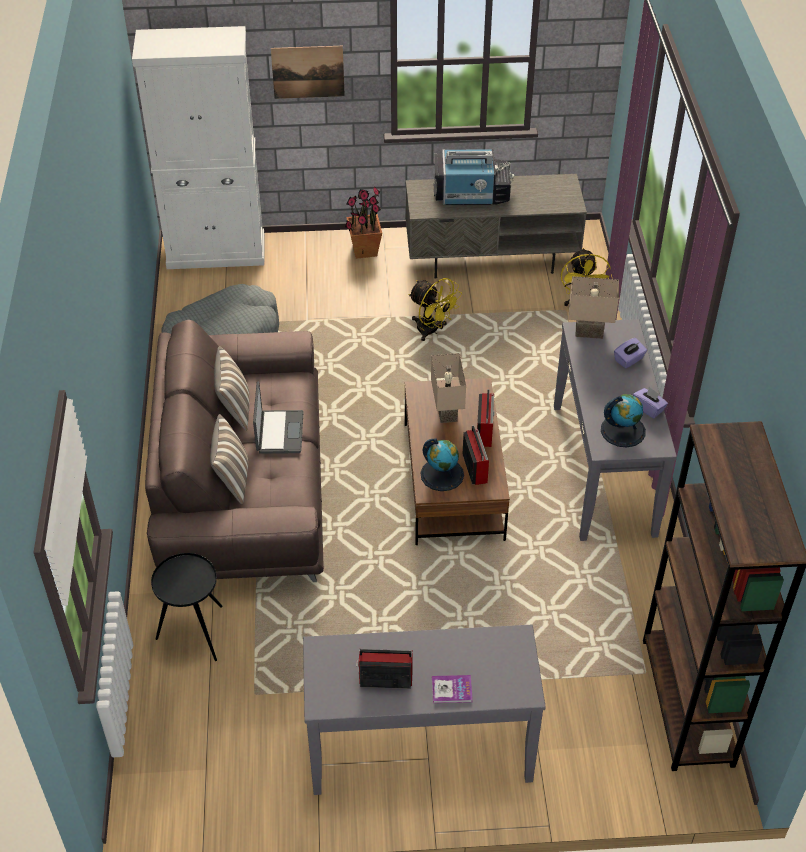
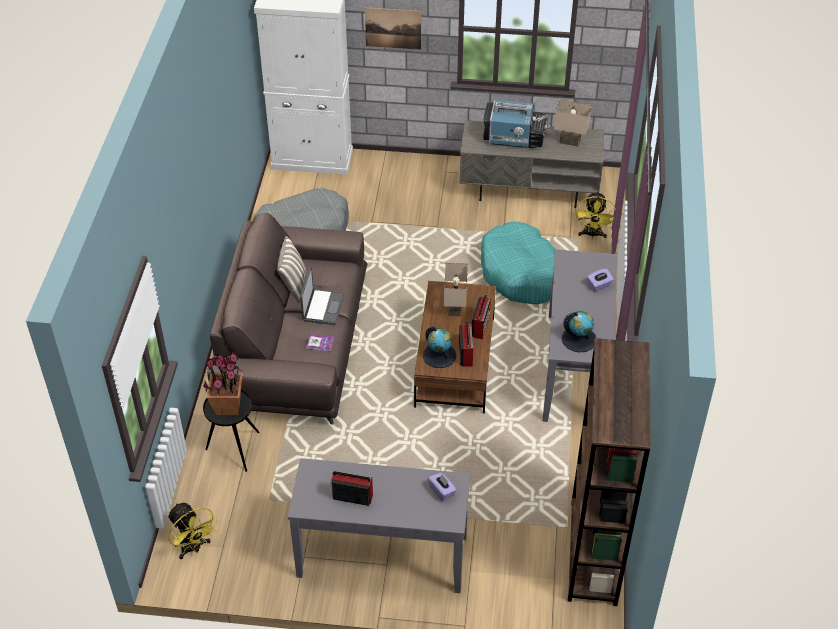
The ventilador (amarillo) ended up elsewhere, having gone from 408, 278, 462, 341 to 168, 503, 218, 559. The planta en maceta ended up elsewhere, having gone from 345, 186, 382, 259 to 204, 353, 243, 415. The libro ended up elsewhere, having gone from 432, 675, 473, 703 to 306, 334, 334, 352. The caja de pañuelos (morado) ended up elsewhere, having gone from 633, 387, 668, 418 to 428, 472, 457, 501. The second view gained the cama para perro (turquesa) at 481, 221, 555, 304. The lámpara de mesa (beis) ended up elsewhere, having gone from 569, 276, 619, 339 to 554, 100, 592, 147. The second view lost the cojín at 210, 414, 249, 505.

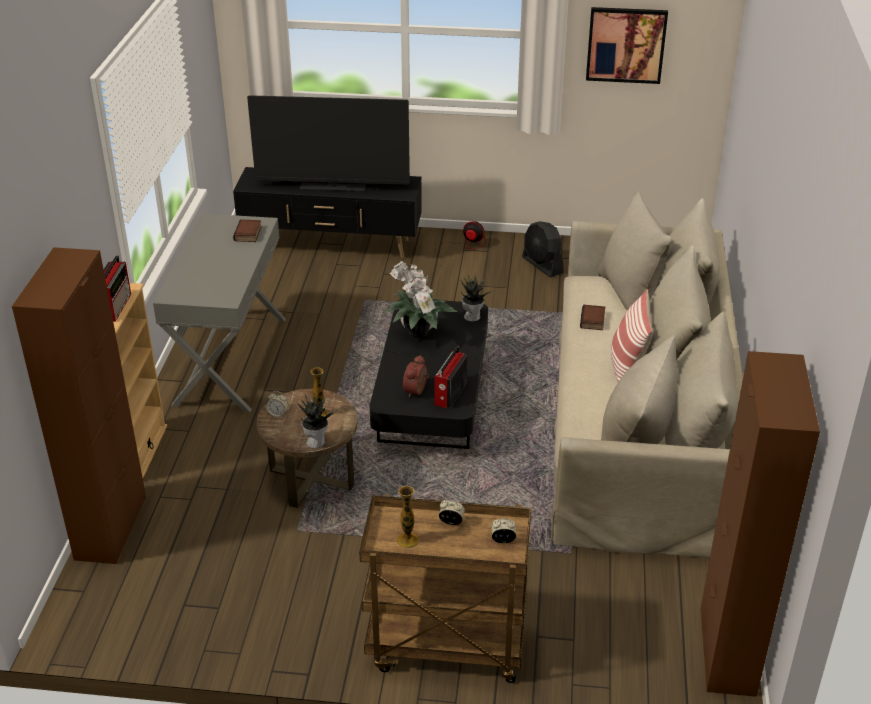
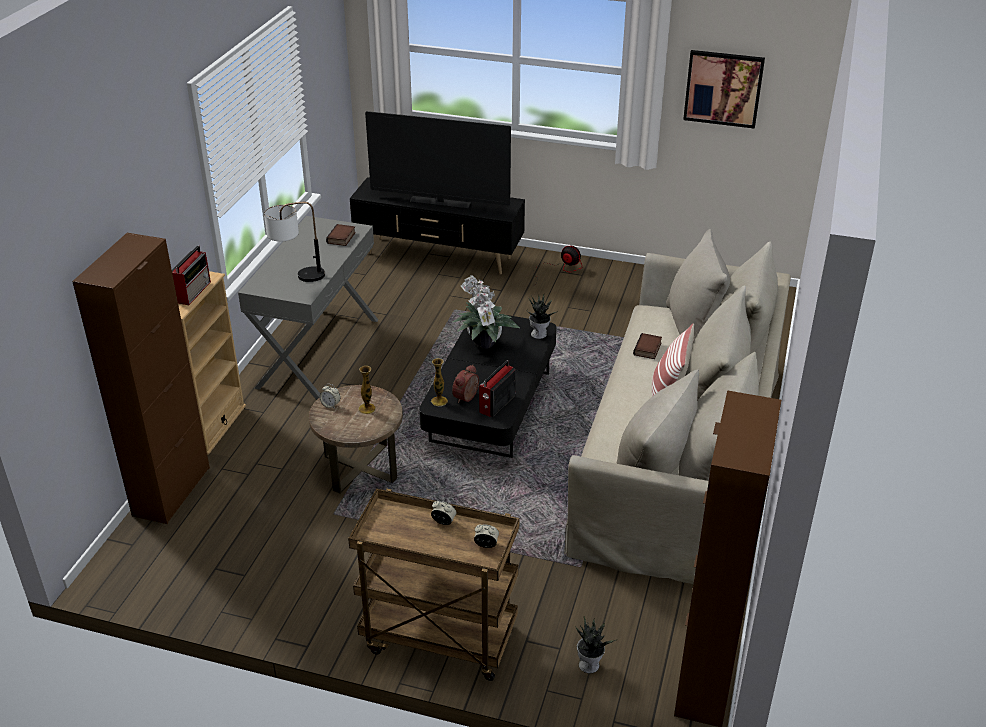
The second view gained the lámpara de mesa at 264, 202, 325, 282. The florero ended up elsewhere, having gone from 397, 486, 419, 549 to 431, 358, 448, 406. The planta en maceta ended up elsewhere, having gone from 298, 393, 336, 448 to 576, 617, 616, 673. The second view lost the ventilador (negro) at 522, 221, 564, 278.

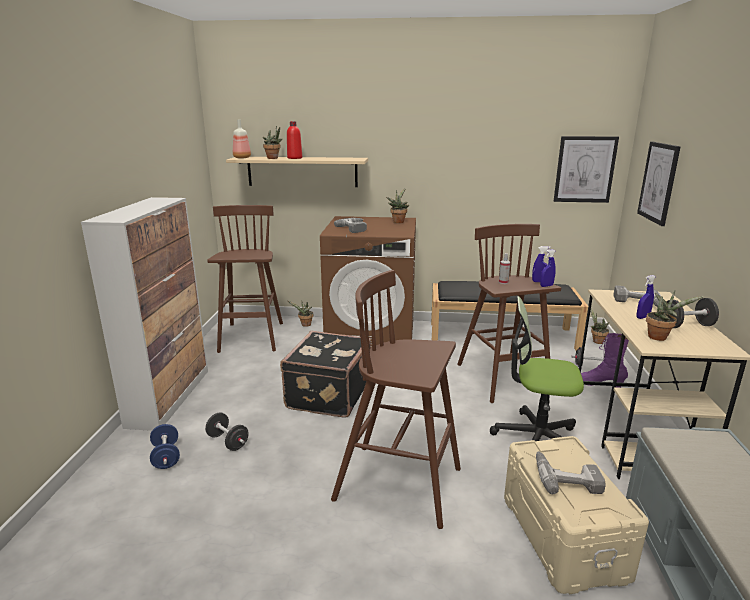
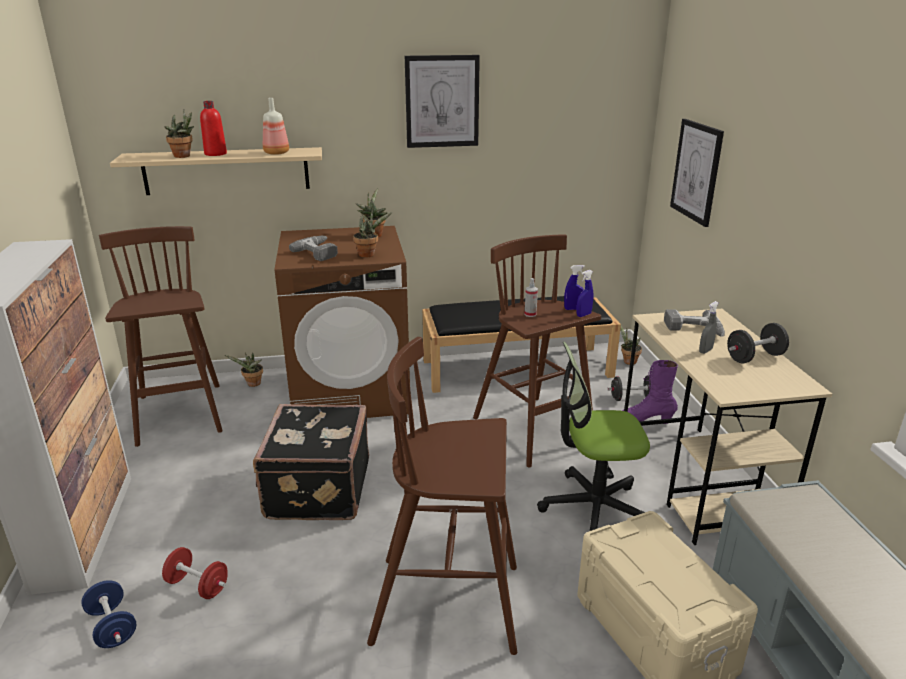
What was the mancuerna (negro) at 205, 412, 249, 451 turned into the mancuerna (rojo) at 162, 547, 228, 599. The botella ended up elsewhere, having gone from 233, 119, 251, 158 to 263, 98, 289, 155. The planta en maceta ended up elsewhere, having gone from 646, 291, 704, 341 to 353, 209, 392, 257. The cuadro ended up elsewhere, having gone from 554, 136, 619, 203 to 405, 55, 480, 148. What was the pulverizador (azul) at 636, 275, 655, 319 turned into the pulverizador (gris) at 699, 301, 718, 354. The second view lost the taladro at 536, 451, 606, 494.

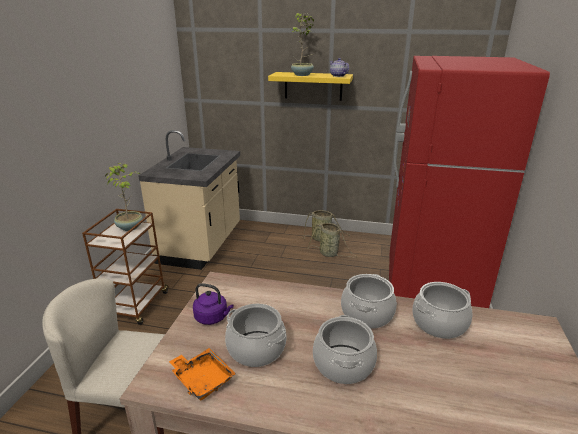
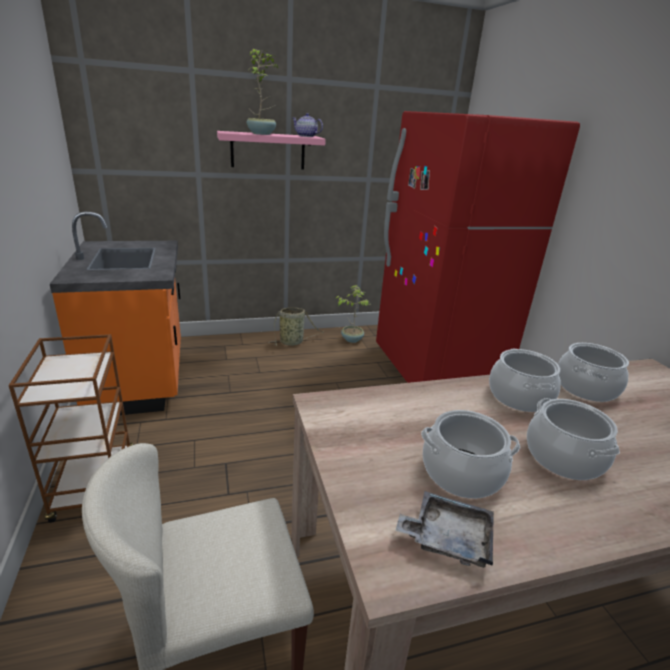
What was the mueble bajo de cocina (beis) at 138, 130, 240, 270 turned into the mueble bajo de cocina (naranja) at 50, 212, 181, 415. What was the estante (amarillo) at 268, 72, 353, 101 turned into the estante (rosa) at 217, 131, 326, 170. The planta en maceta ended up elsewhere, having gone from 105, 163, 143, 231 to 335, 285, 370, 343. What was the bandeja (naranja) at 169, 348, 236, 401 turned into the bandeja (gris) at 396, 491, 494, 568. The second view lost the hervidor (morado) at 193, 283, 233, 325. The second view lost the cesta at 308, 223, 358, 258.

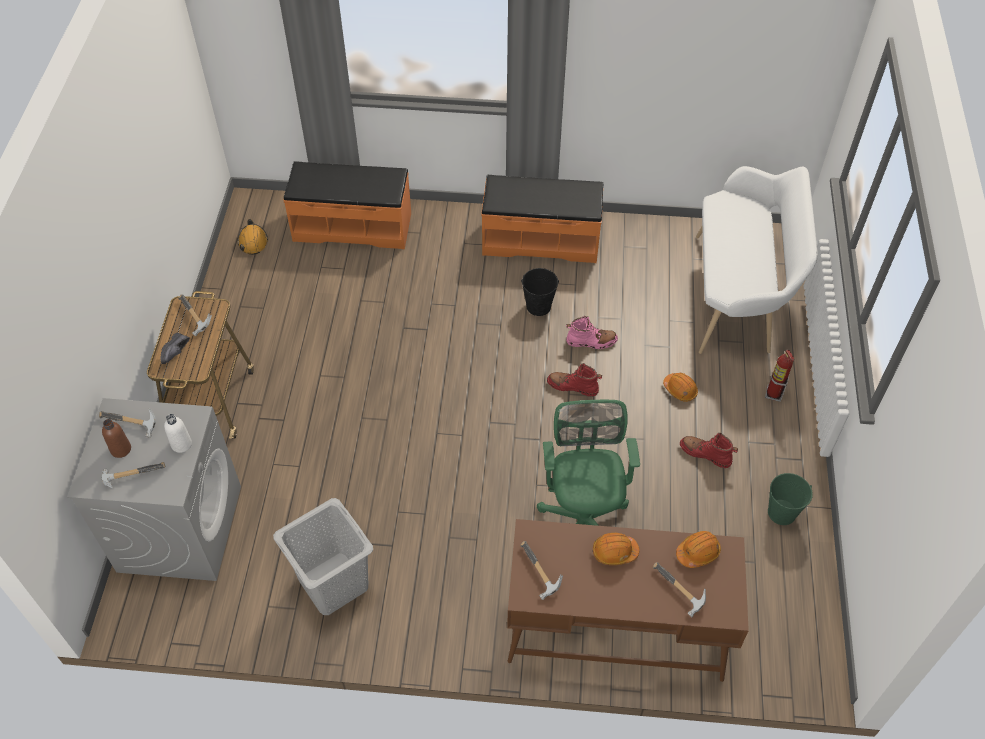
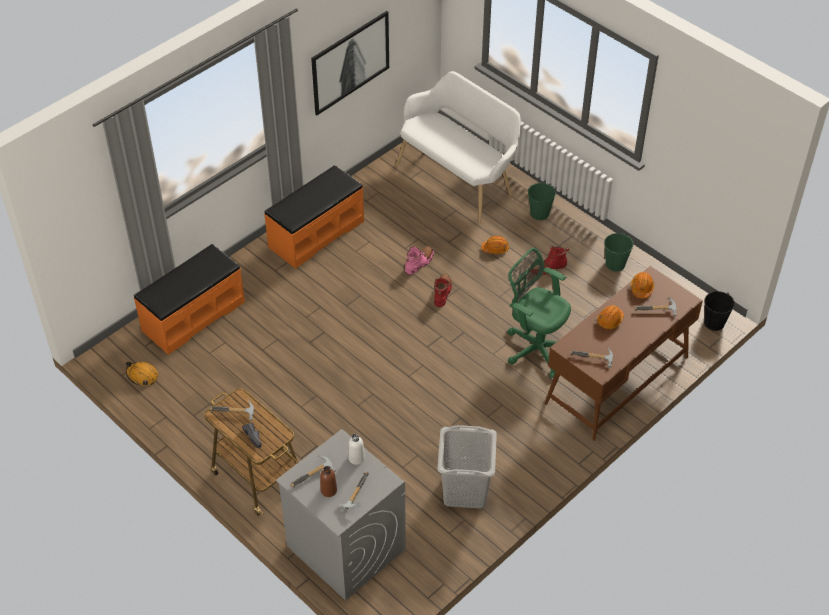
The second view gained the cuadro at 311, 11, 389, 115. The bota (rojo) at 547, 363, 602, 396 ended up facing another way, 135 degrees clockwise from before. Where the extintor stood at 765, 350, 795, 402, the cubo (verde) came to stand at 528, 182, 556, 220. The cubo (negro) ended up elsewhere, having gone from 521, 268, 559, 316 to 704, 291, 735, 331.

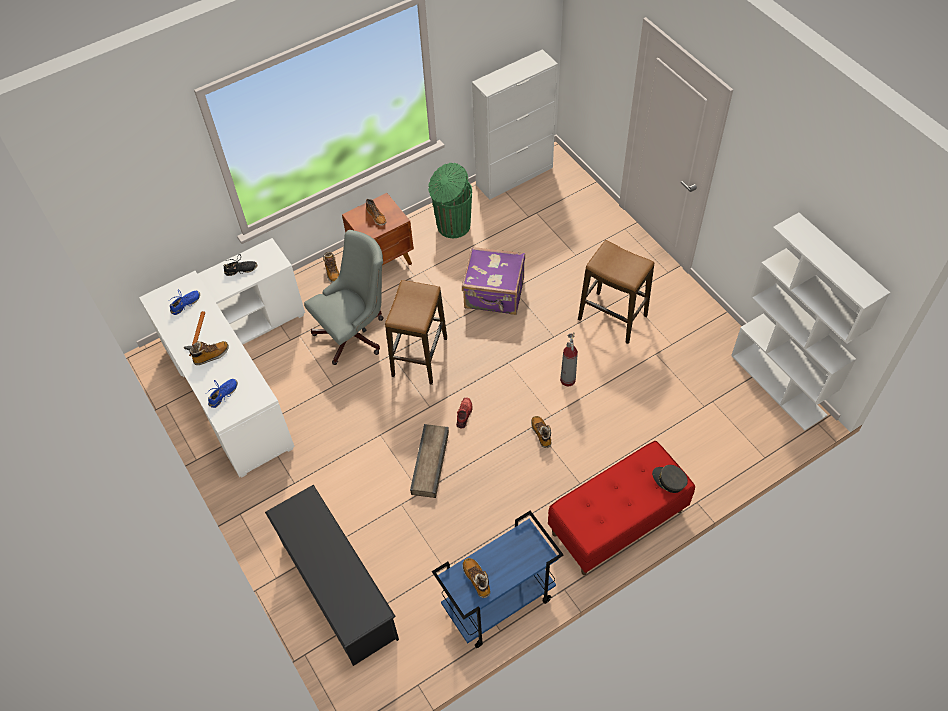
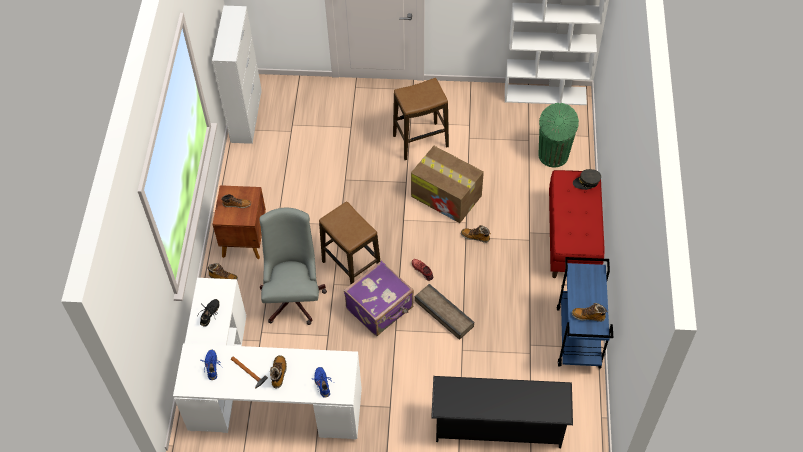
The maleta (morado) ended up elsewhere, having gone from 462, 247, 525, 315 to 344, 261, 414, 336. Where the extintor stood at 560, 332, 578, 387, the caja de cartón came to stand at 411, 146, 484, 223. The papelera (verde) ended up elsewhere, having gone from 428, 163, 472, 238 to 539, 103, 579, 168.

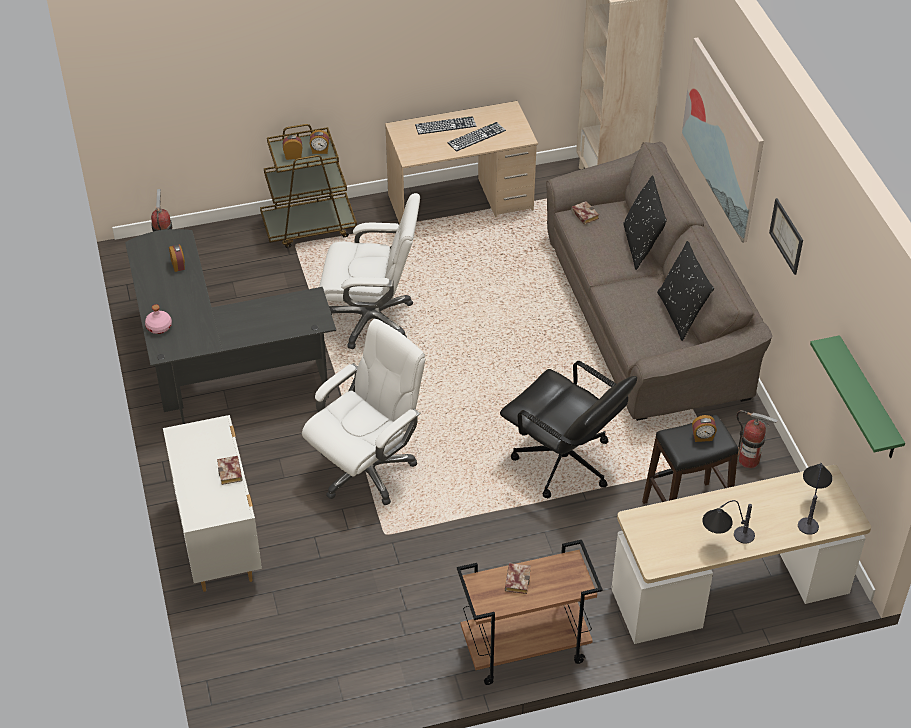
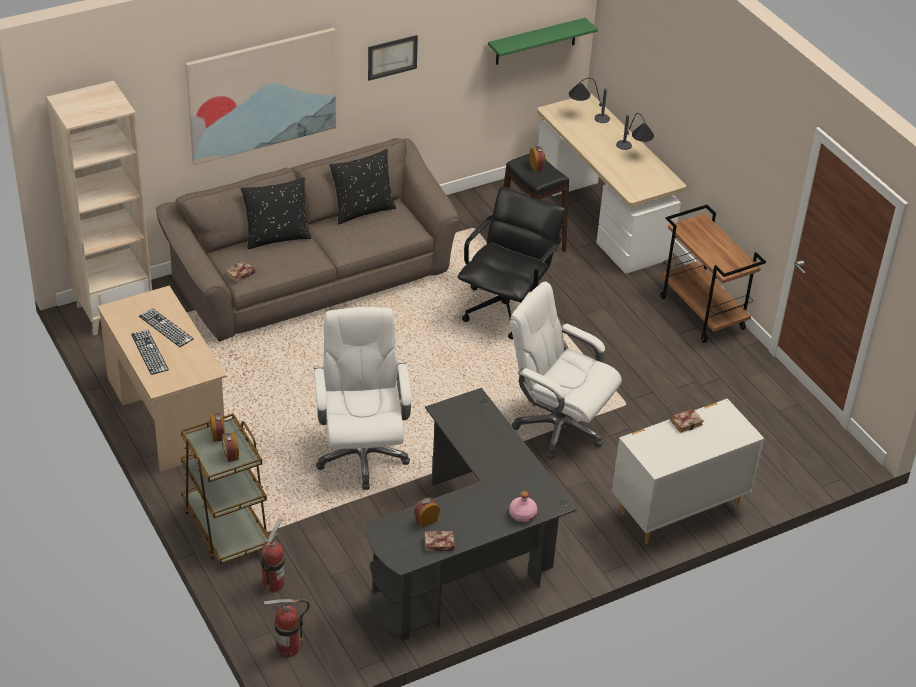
The extintor ended up elsewhere, having gone from 737, 410, 778, 468 to 260, 519, 285, 594. The libro ended up elsewhere, having gone from 505, 563, 531, 594 to 425, 530, 455, 552.

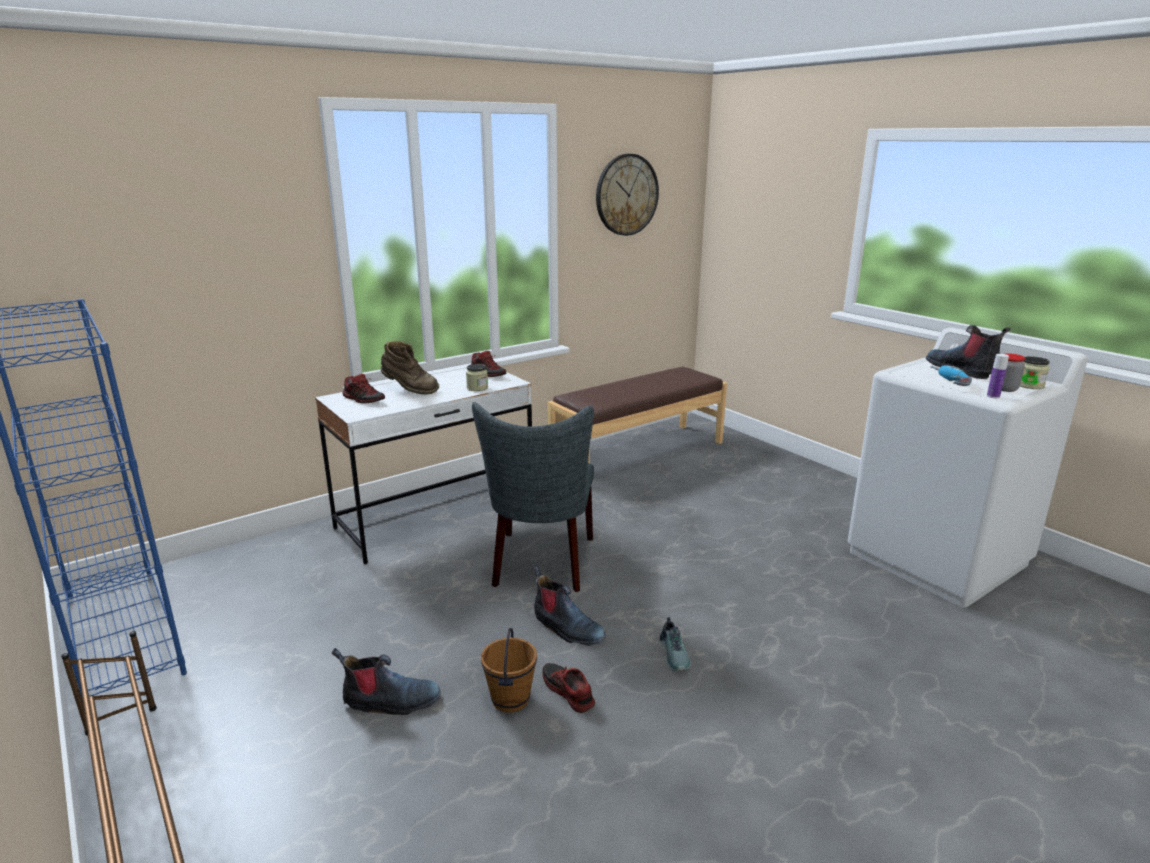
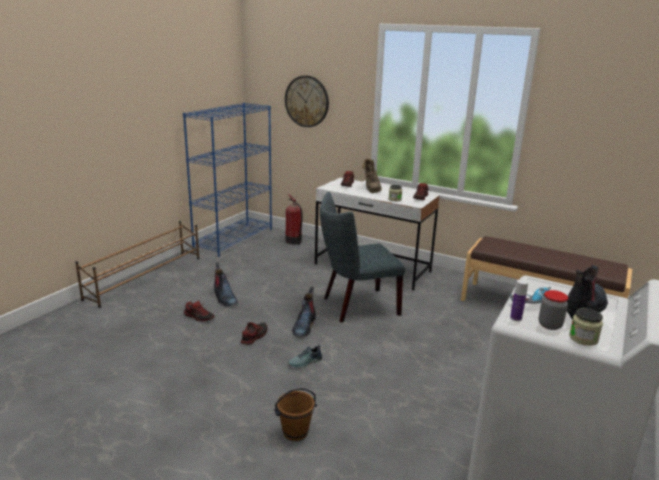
The second view gained the zapato at 184, 301, 215, 321. The cubo (marrón) ended up elsewhere, having gone from 481, 628, 537, 713 to 274, 388, 317, 441. The reloj de pared ended up elsewhere, having gone from 596, 154, 659, 236 to 285, 76, 329, 127. The second view gained the extintor at 285, 194, 303, 245.

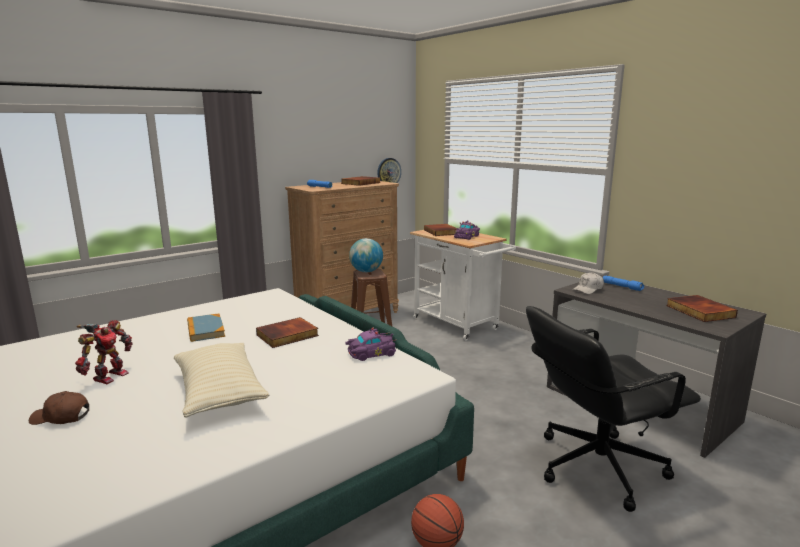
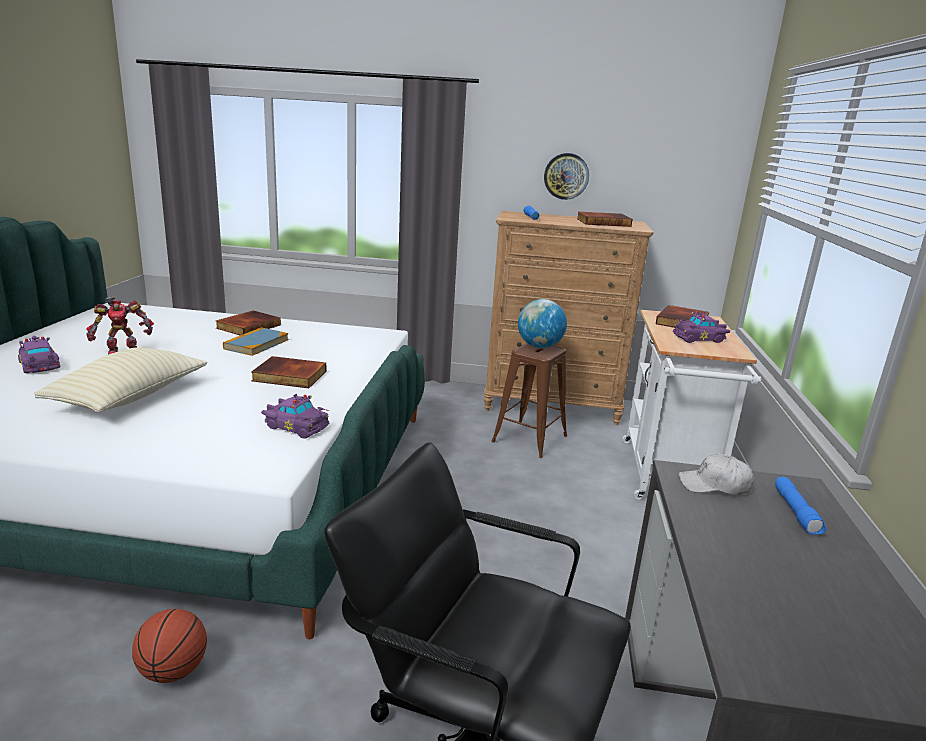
Where the gorra (marrón) stood at 29, 391, 89, 425, the coche de juguete (morado) came to stand at 18, 336, 60, 373. The libro ended up elsewhere, having gone from 666, 295, 738, 322 to 215, 310, 281, 335. The reloj de pared ended up elsewhere, having gone from 377, 158, 401, 183 to 544, 153, 589, 200.

